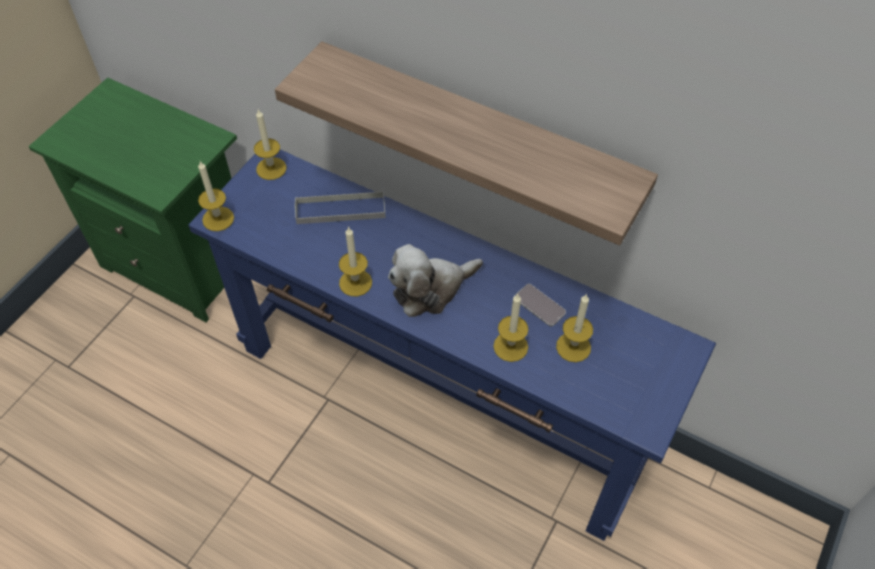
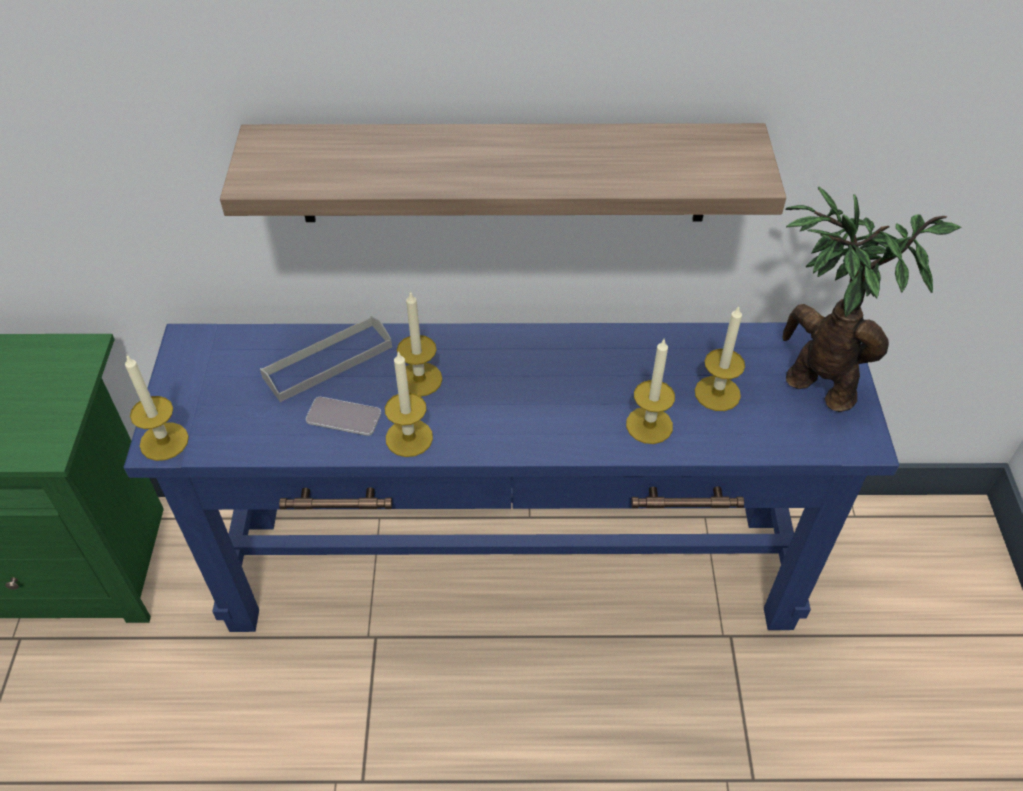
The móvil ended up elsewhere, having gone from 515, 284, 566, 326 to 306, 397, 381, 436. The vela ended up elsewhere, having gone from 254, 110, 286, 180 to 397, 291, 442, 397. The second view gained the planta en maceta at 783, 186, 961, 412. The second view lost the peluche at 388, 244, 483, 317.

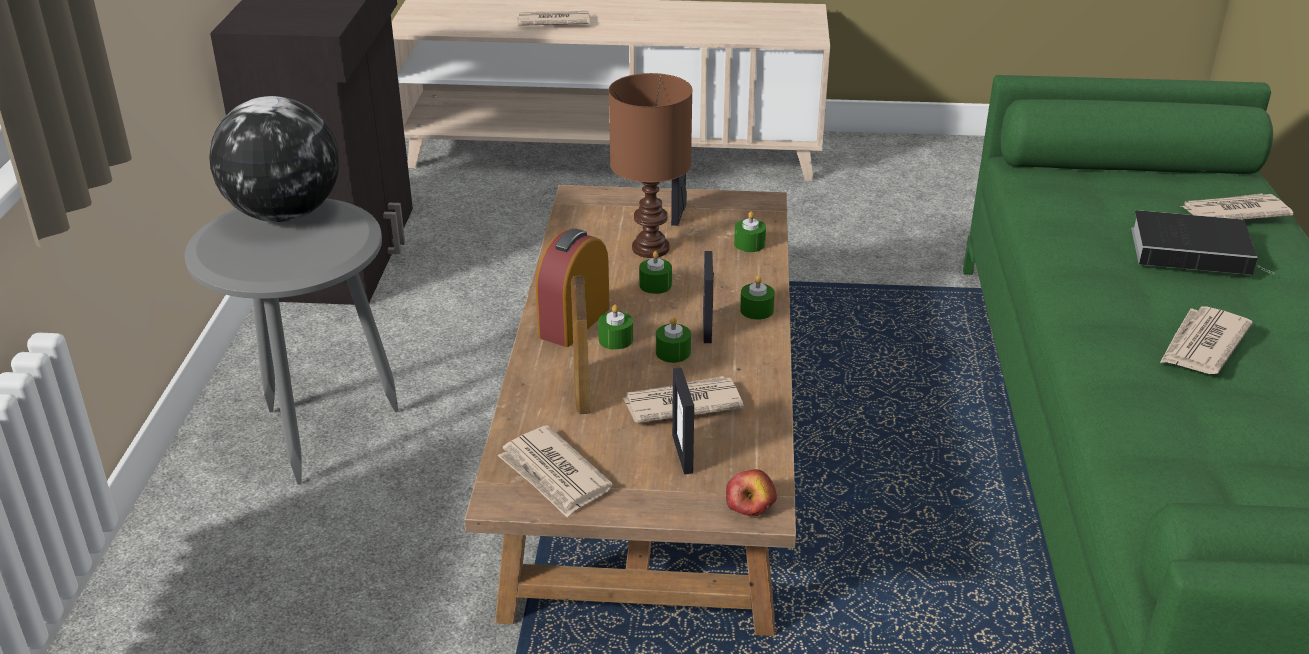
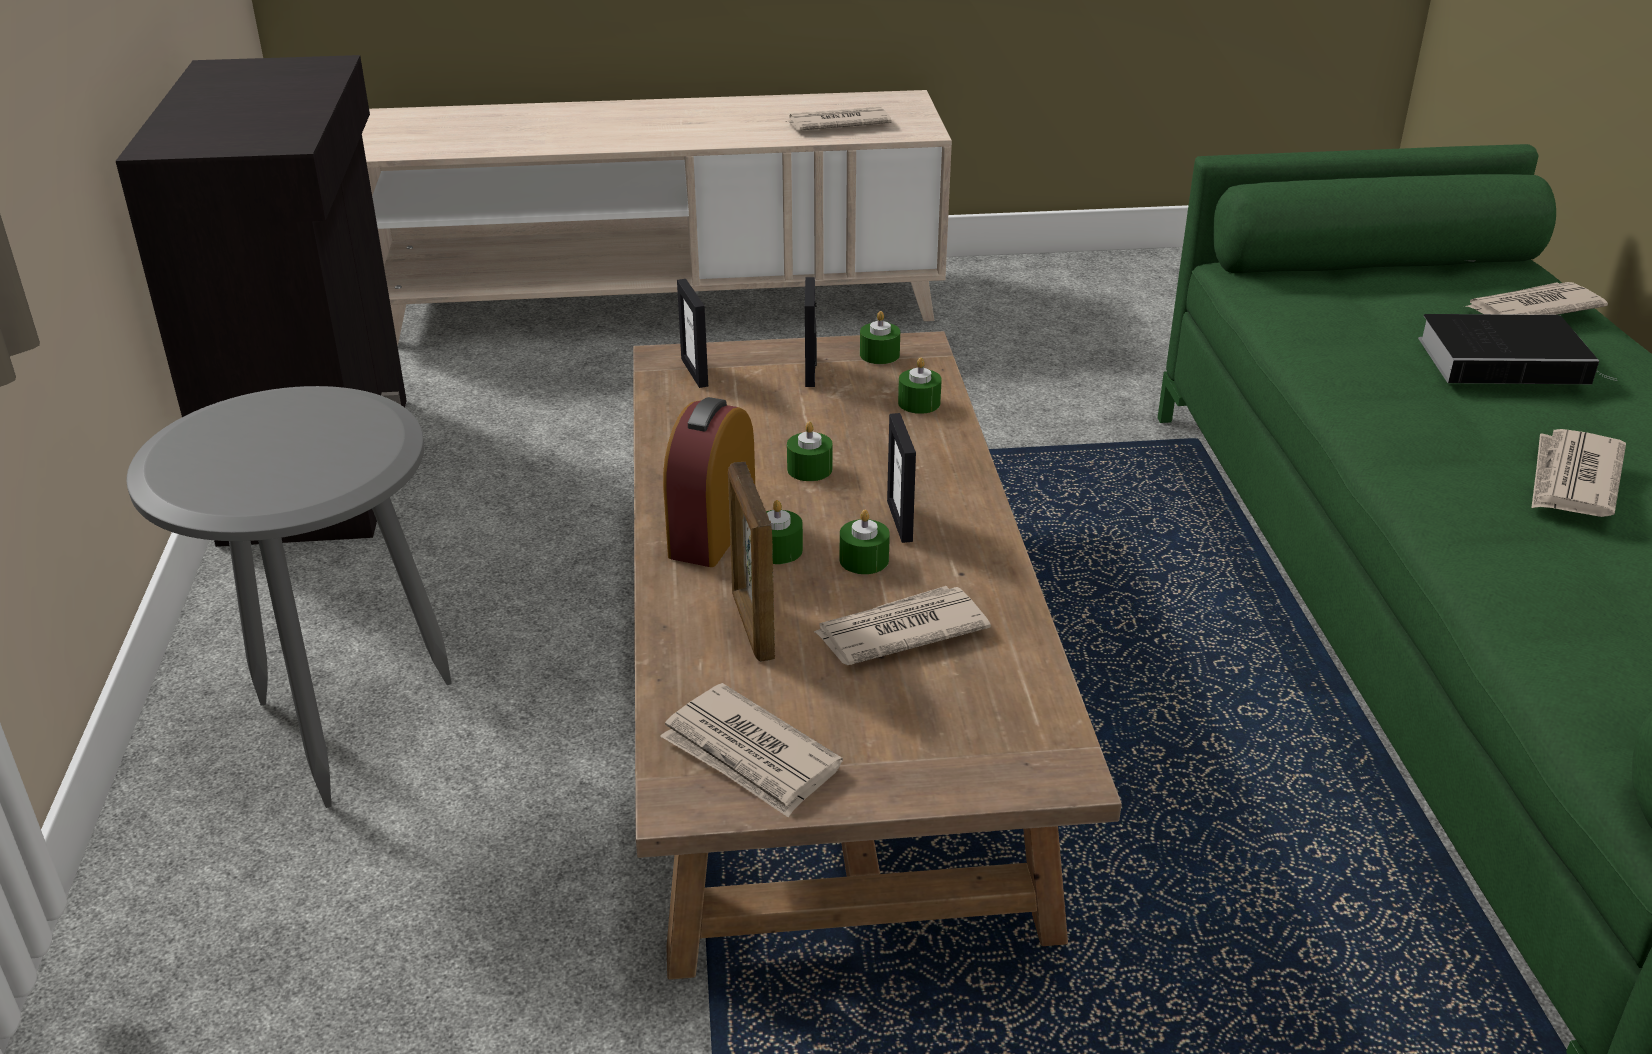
The portarretratos ended up elsewhere, having gone from 672, 368, 694, 474 to 677, 279, 708, 388. The periódico ended up elsewhere, having gone from 517, 11, 590, 26 to 788, 107, 892, 131. The vela (verde) ended up elsewhere, having gone from 740, 276, 775, 320 to 860, 311, 900, 364. The second view lost the globo terráqueo at 209, 96, 339, 222. The second view lost the lámpara de mesa (marrón) at 609, 73, 693, 258. The second view lost the manzana at 726, 469, 777, 516.

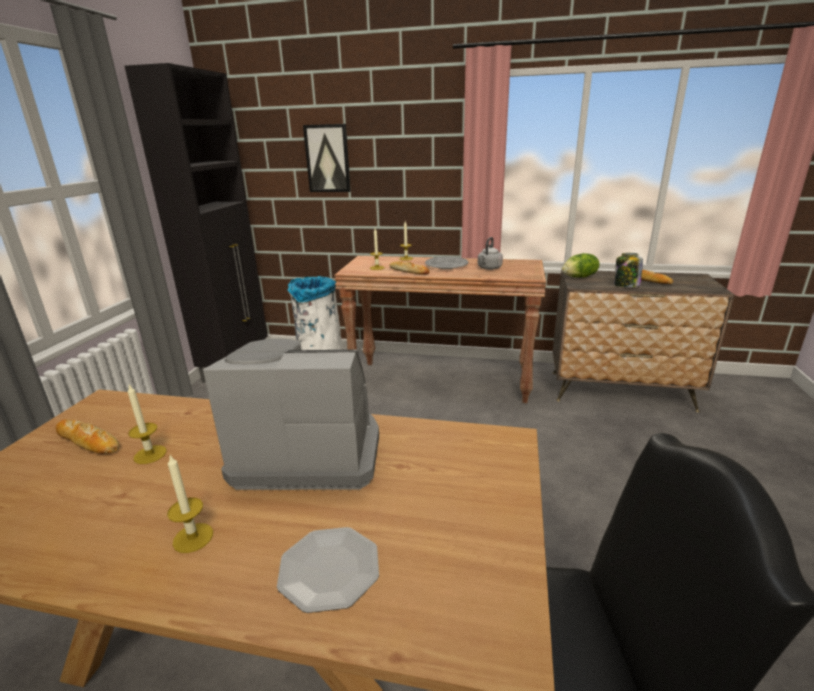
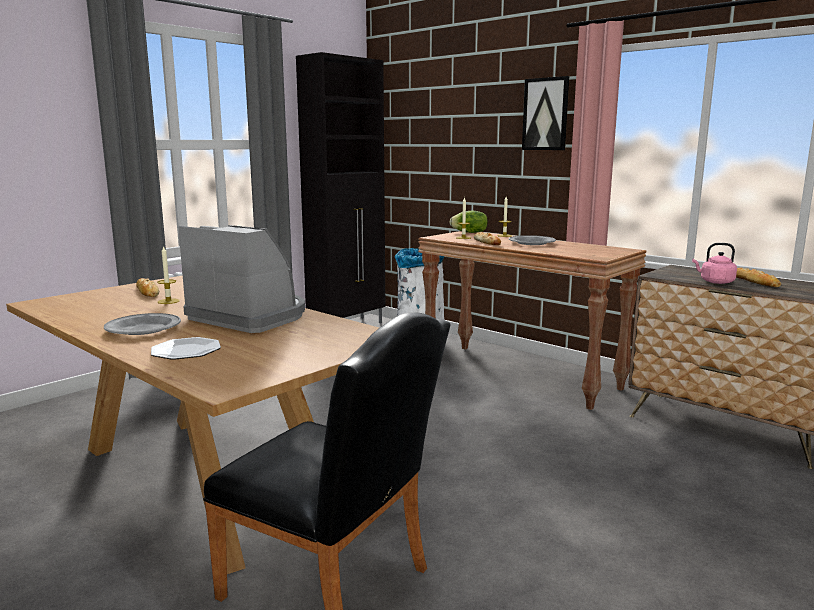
Where the vela stood at 167, 455, 213, 553, the plato (gris) came to stand at 104, 313, 181, 335. The lechuga ended up elsewhere, having gone from 562, 253, 600, 277 to 450, 211, 488, 233. The cuadro ended up elsewhere, having gone from 303, 124, 351, 192 to 522, 76, 569, 150. Where the tarro stood at 614, 253, 643, 287, the hervidor (rosa) came to stand at 692, 243, 737, 284. The second view lost the hervidor (gris) at 478, 237, 503, 270.

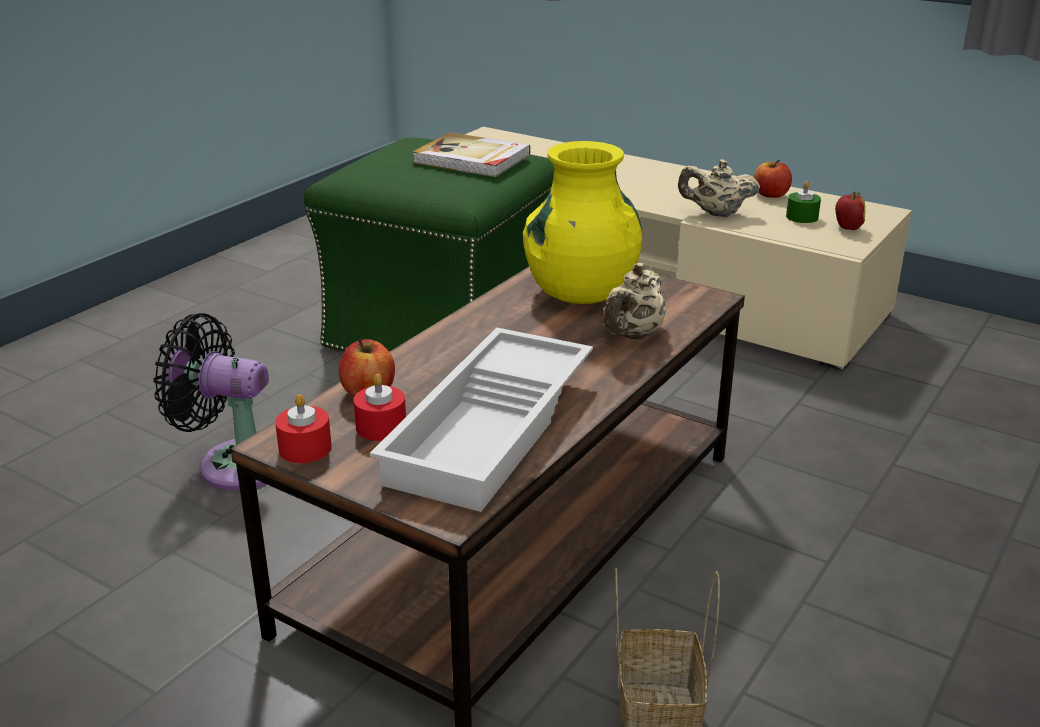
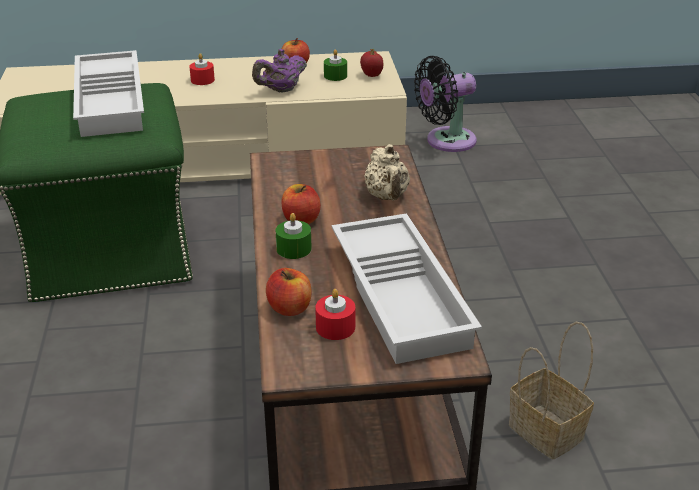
Where the libro stood at 412, 132, 531, 177, the bandeja (blanco) came to stand at 73, 50, 144, 137. The vela (rojo) ended up elsewhere, having gone from 275, 394, 332, 463 to 189, 53, 215, 85. What was the tetera (beis) at 678, 159, 760, 217 turned into the tetera (morado) at 252, 49, 307, 92. The second view gained the vela (verde) at 276, 213, 312, 259. The second view gained the manzana at 282, 184, 321, 224. The ventilador (negro) ended up elsewhere, having gone from 153, 313, 269, 490 to 414, 56, 477, 152. The second view lost the florero (amarillo) at 523, 141, 642, 304.

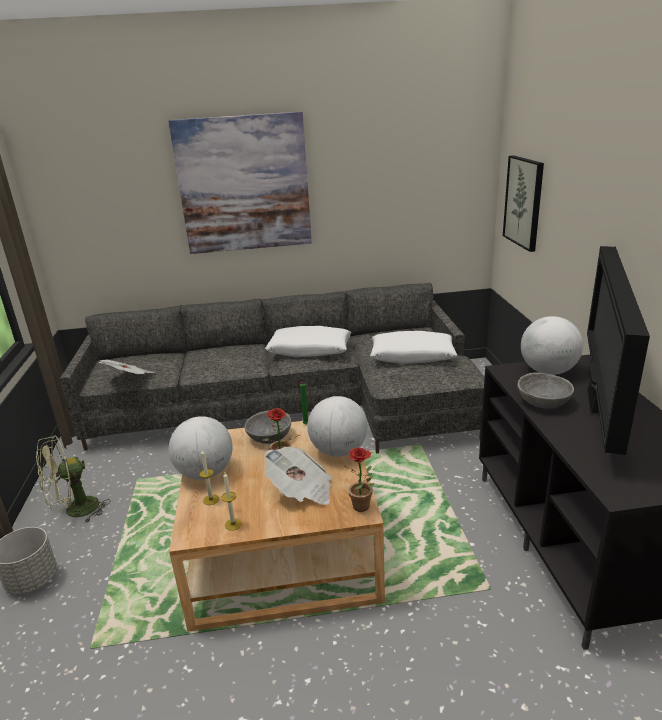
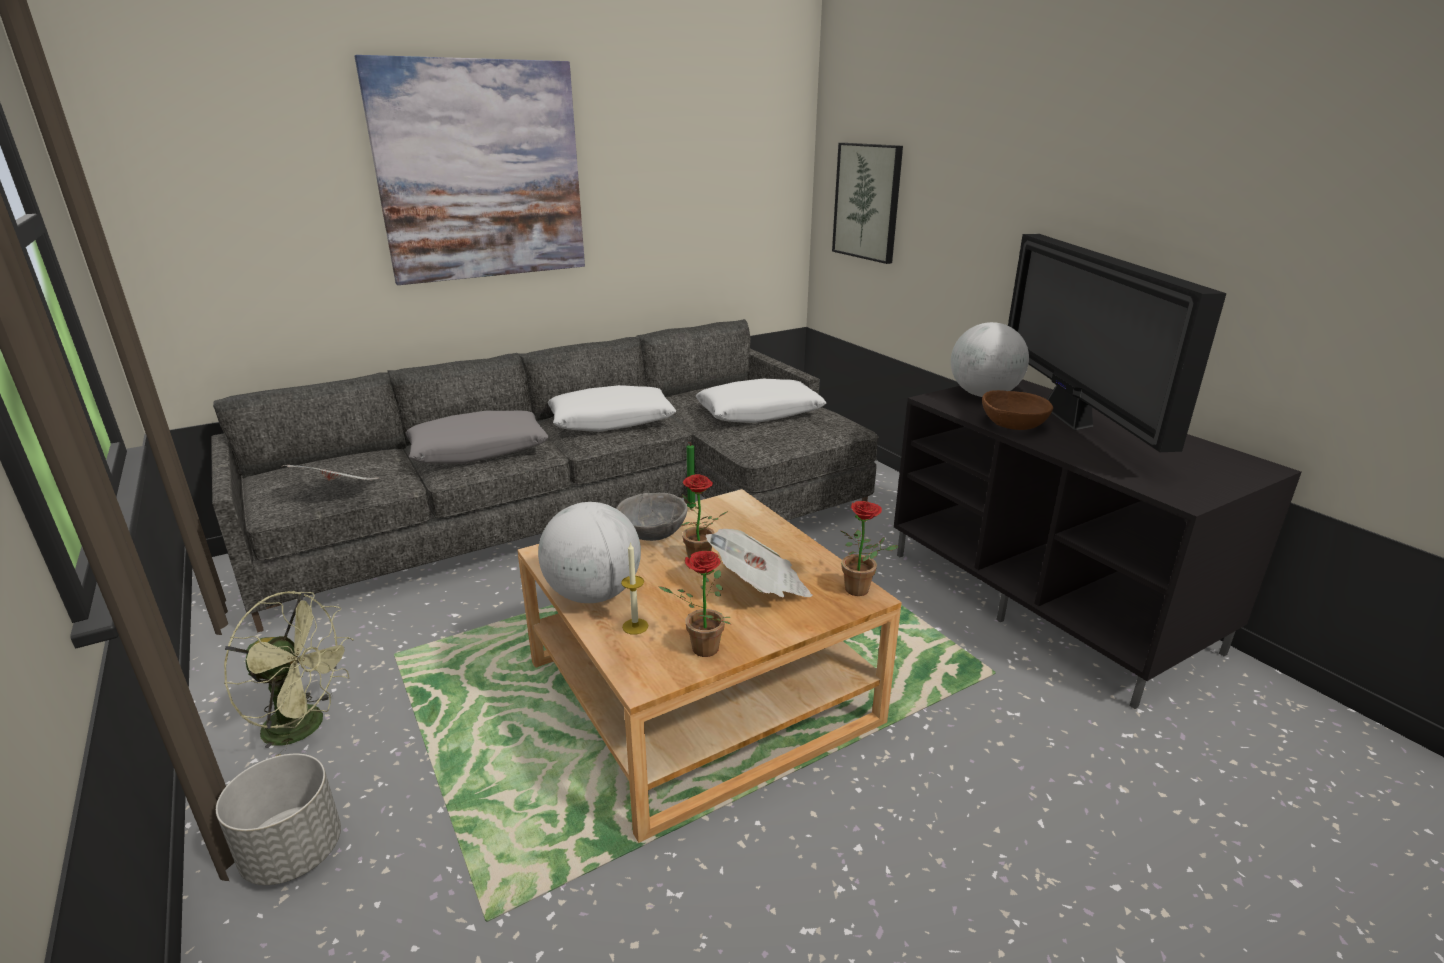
The ventilador (verde) at 36, 436, 110, 523 ended up facing another way, 105 degrees counterclockwise from before. The second view gained the cojín (gris) at 406, 410, 549, 464. Where the vela stood at 221, 473, 242, 531, the planta en maceta came to stand at 658, 551, 731, 657. What was the cuenco (gris) at 517, 372, 574, 409 turned into the cuenco (marrón) at 982, 390, 1053, 430. The second view lost the globo terráqueo at 307, 396, 368, 457.

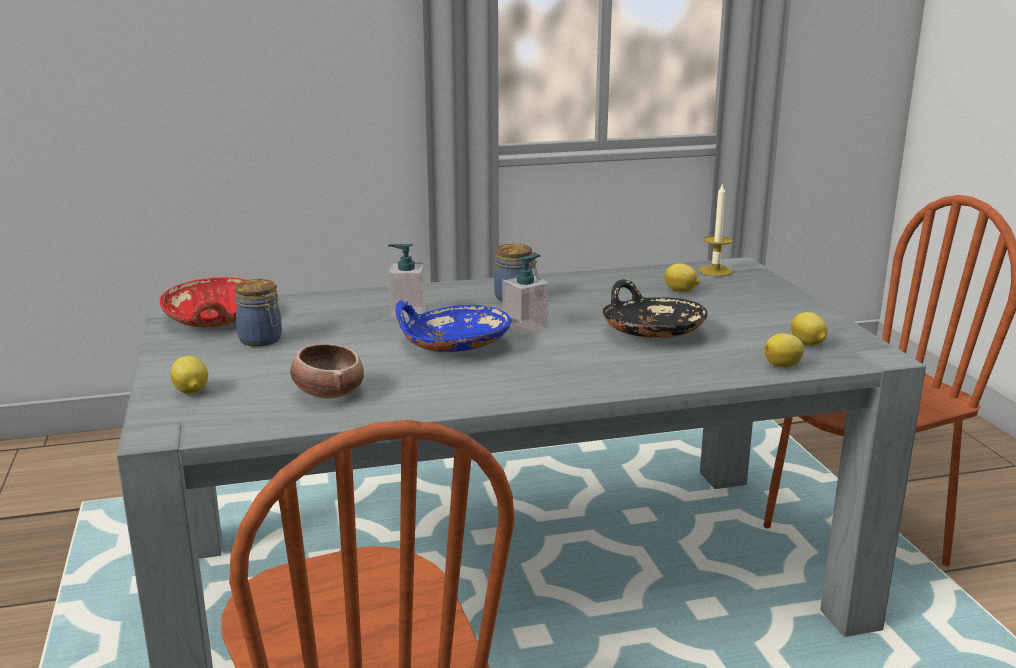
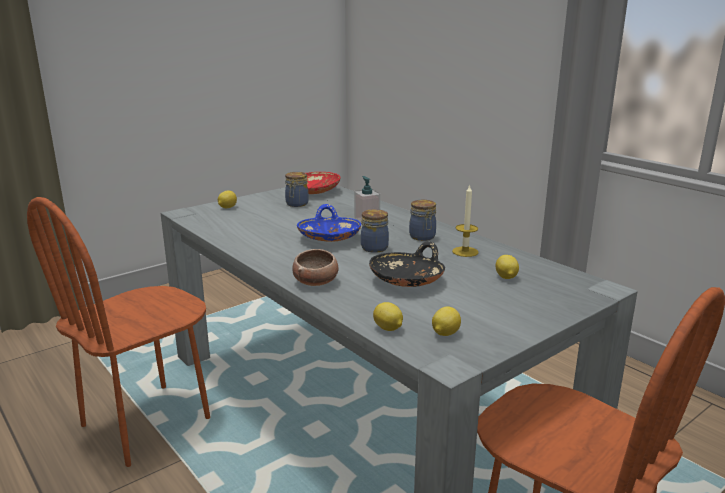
The cuenco ended up elsewhere, having gone from 290, 343, 364, 399 to 292, 249, 339, 286. Where the dispensador de jabón stood at 502, 254, 549, 336, the tarro came to stand at 361, 209, 389, 253. The vela ended up elsewhere, having gone from 699, 183, 733, 276 to 452, 184, 479, 257.

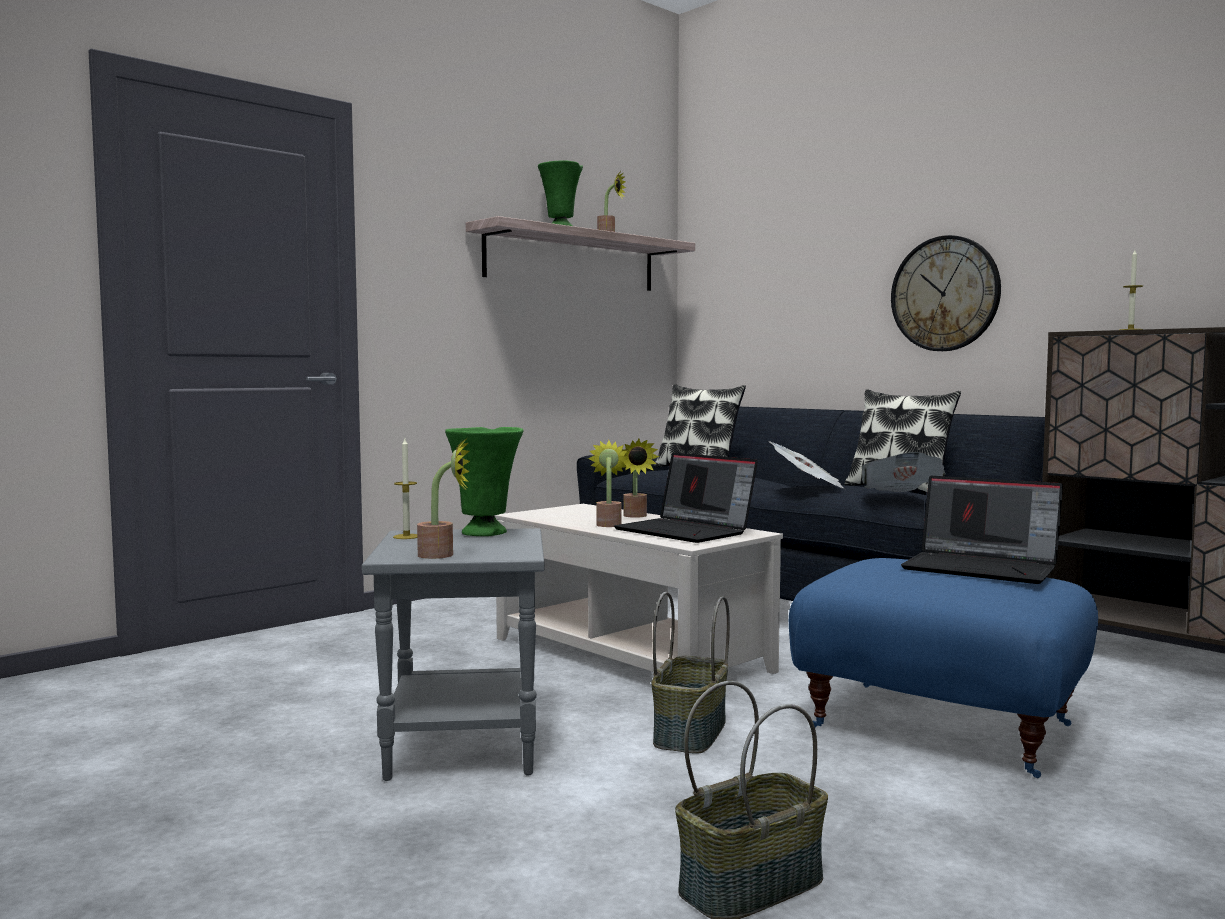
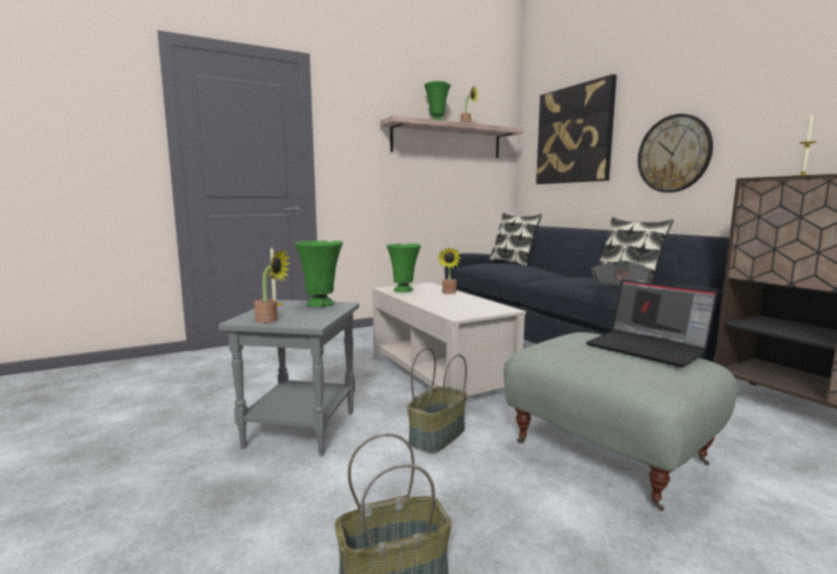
The second view gained the florero (verde) at 387, 243, 421, 292. What was the puf (azul) at 789, 558, 1098, 778 turned into the puf (gris) at 504, 332, 738, 511. The second view gained the cuadro at 536, 74, 617, 184. The second view lost the planta en maceta at 588, 440, 629, 527. The second view lost the portátil at 614, 453, 758, 543. The second view lost the periódico at 768, 441, 845, 489.

